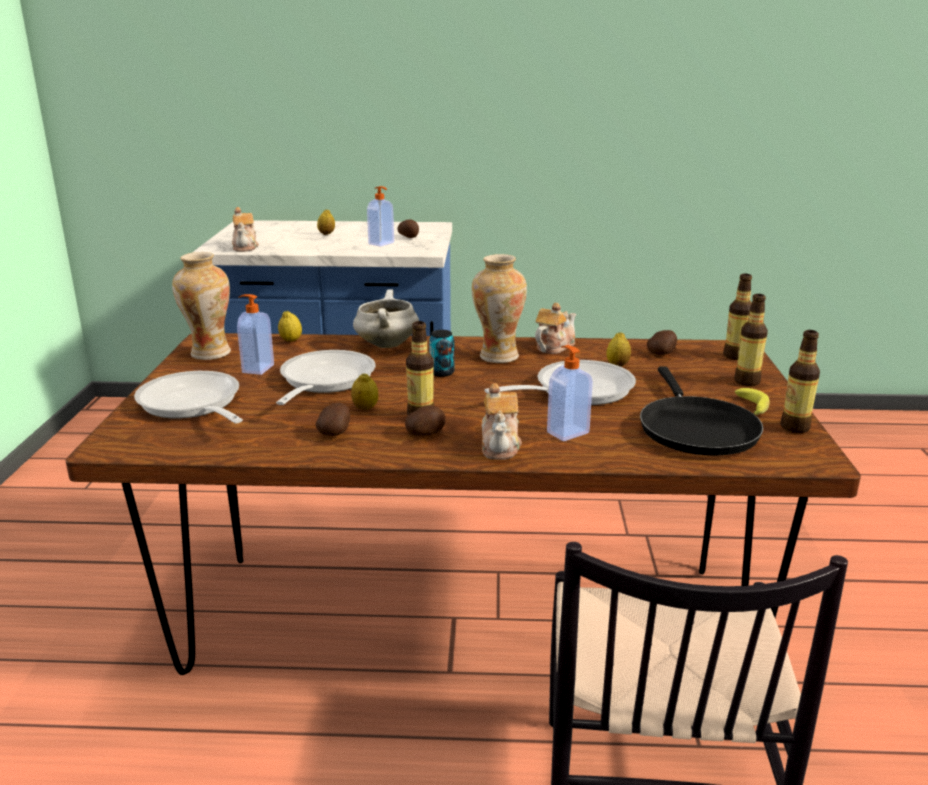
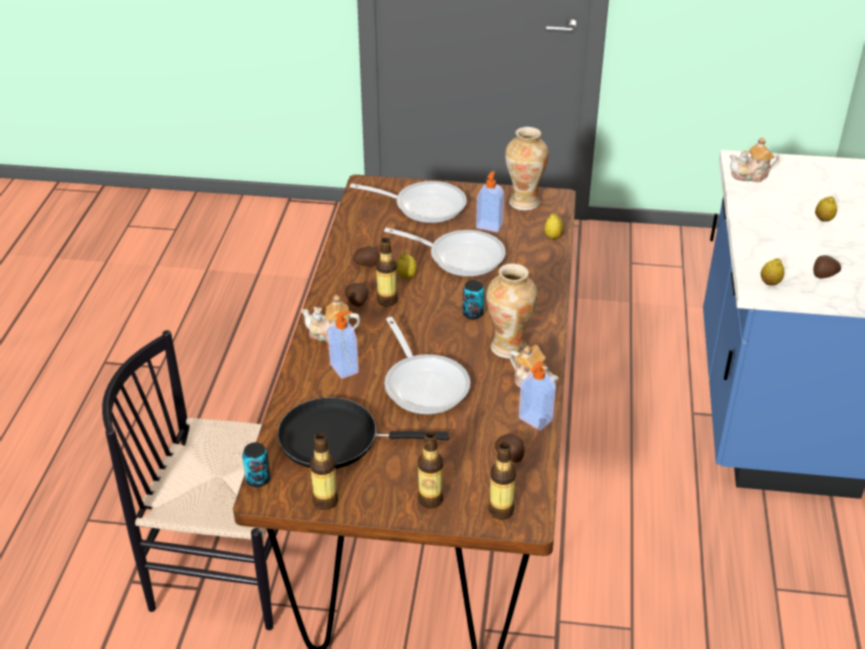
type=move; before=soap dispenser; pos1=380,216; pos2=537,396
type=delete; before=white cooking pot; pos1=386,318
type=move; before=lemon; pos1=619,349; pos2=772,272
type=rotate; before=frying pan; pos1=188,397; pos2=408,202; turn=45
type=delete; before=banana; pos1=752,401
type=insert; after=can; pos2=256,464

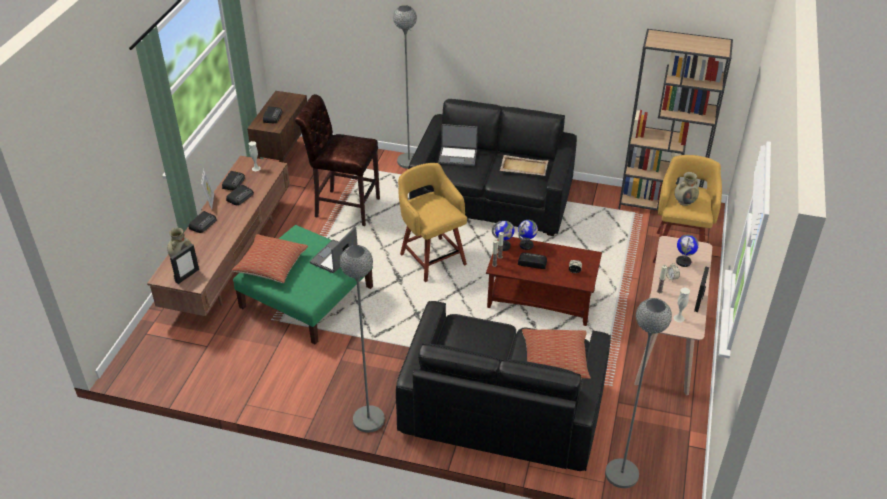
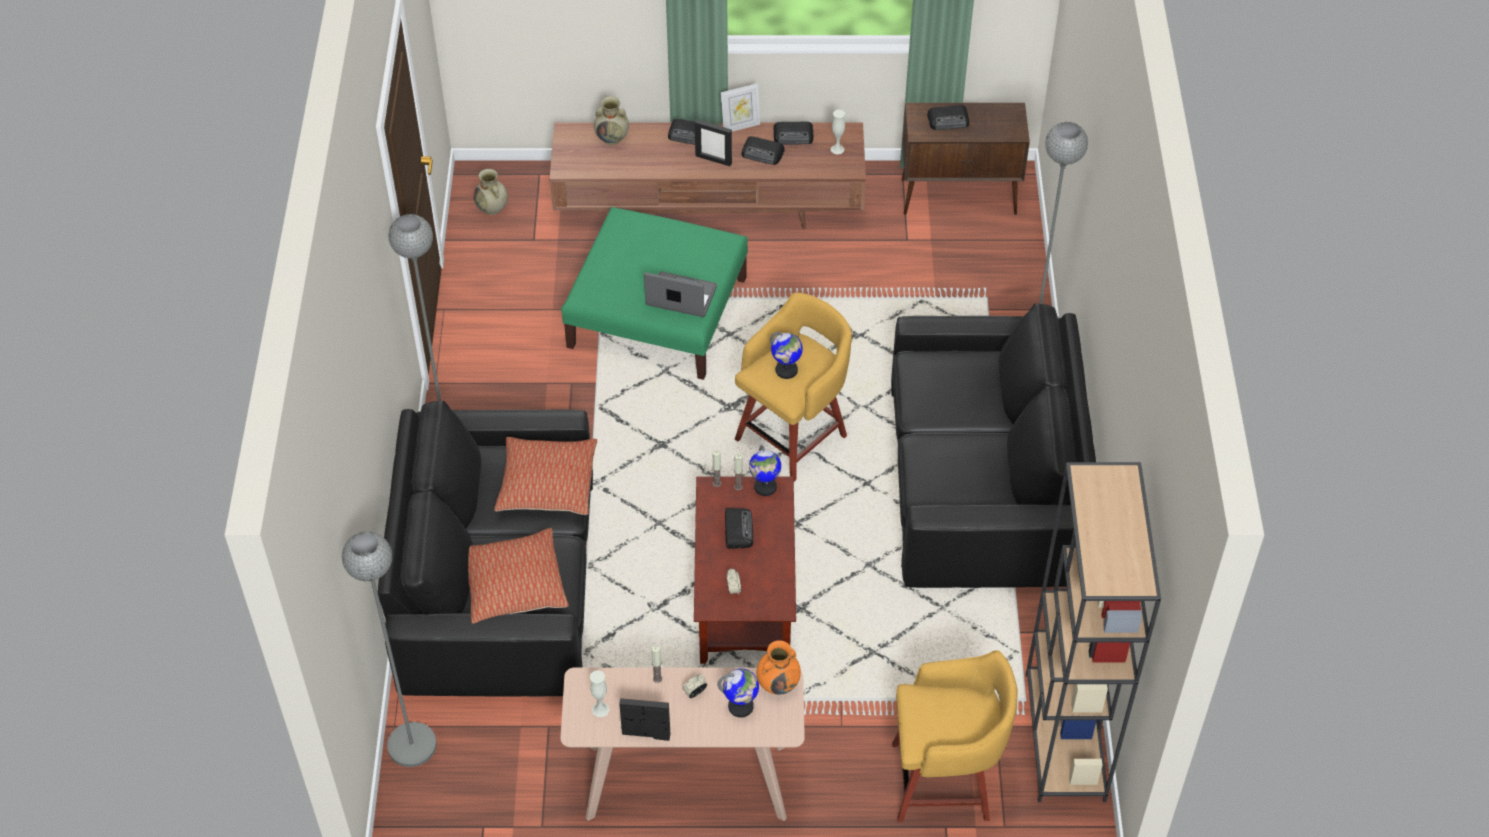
type=delete; before=brown stool; pos1=337,160
type=delete; before=laptop; pos1=458,145
type=delete; before=beige tray; pos1=524,165
type=move; before=beige vase; pos1=686,189; pos2=491,192
type=move; before=globe; pos1=528,235; pos2=786,355
type=move; before=pillow; pos1=270,258; pos2=545,476
type=move; before=picture frame; pos1=184,264; pos2=713,142
type=insert; after=orange vase; pos2=778,667

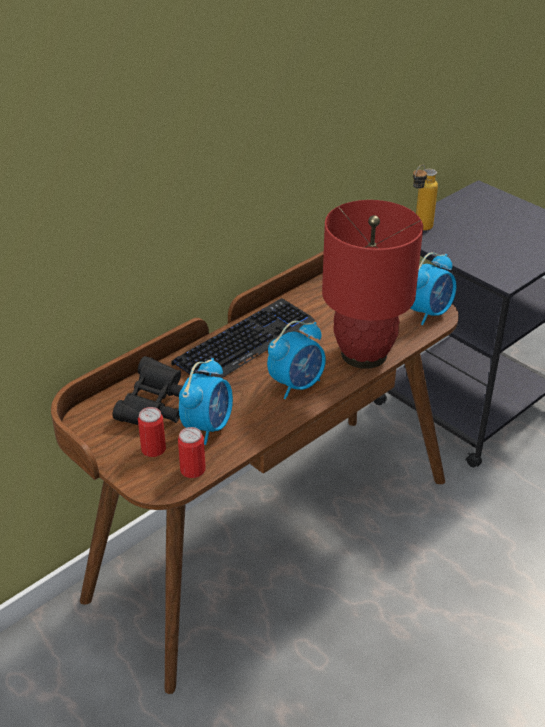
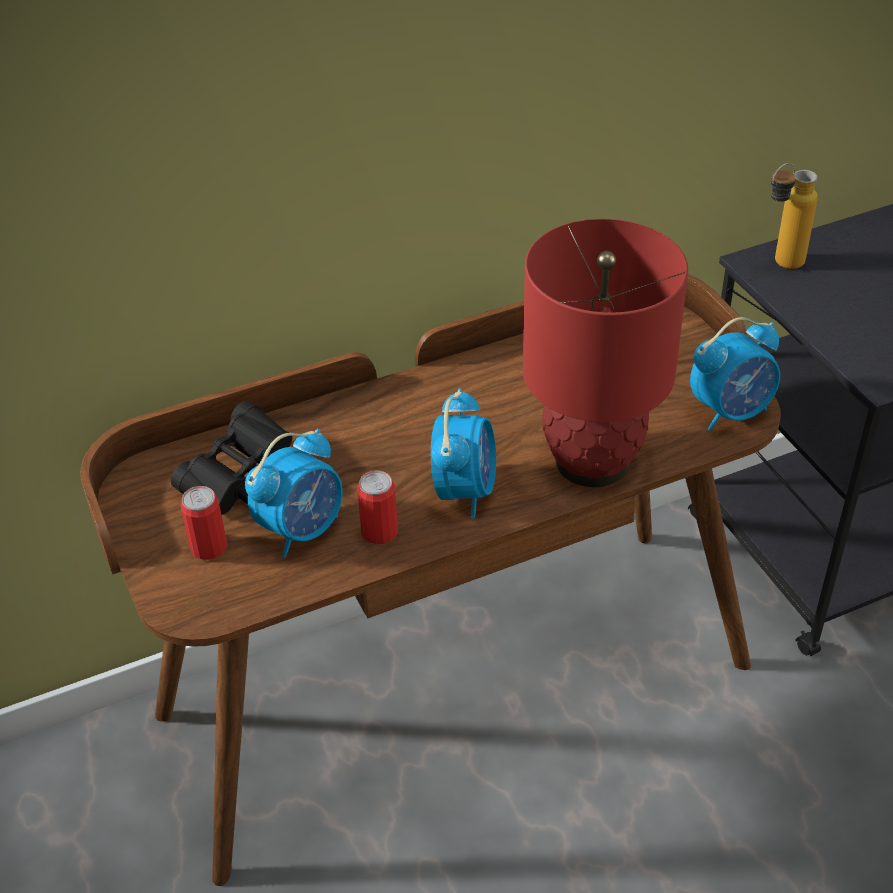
type=delete; before=keyboard; pos1=243,338
type=rotate; before=alarm clock; pos1=296,360; pos2=463,453; turn=-60
type=move; before=can; pos1=192,452; pos2=377,507

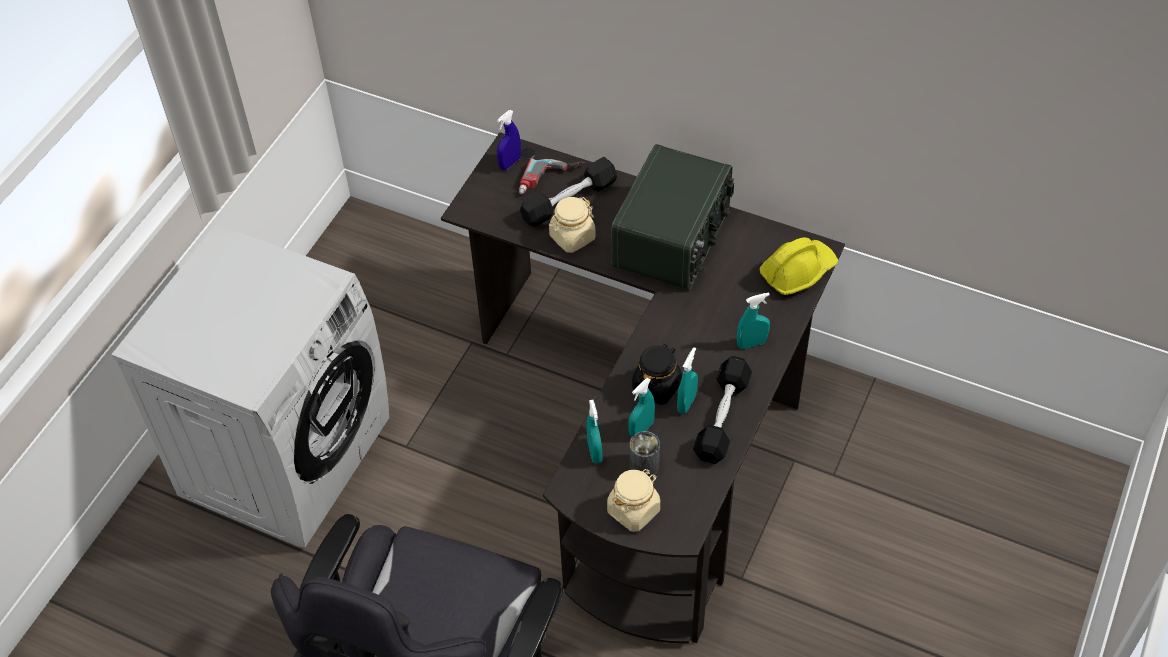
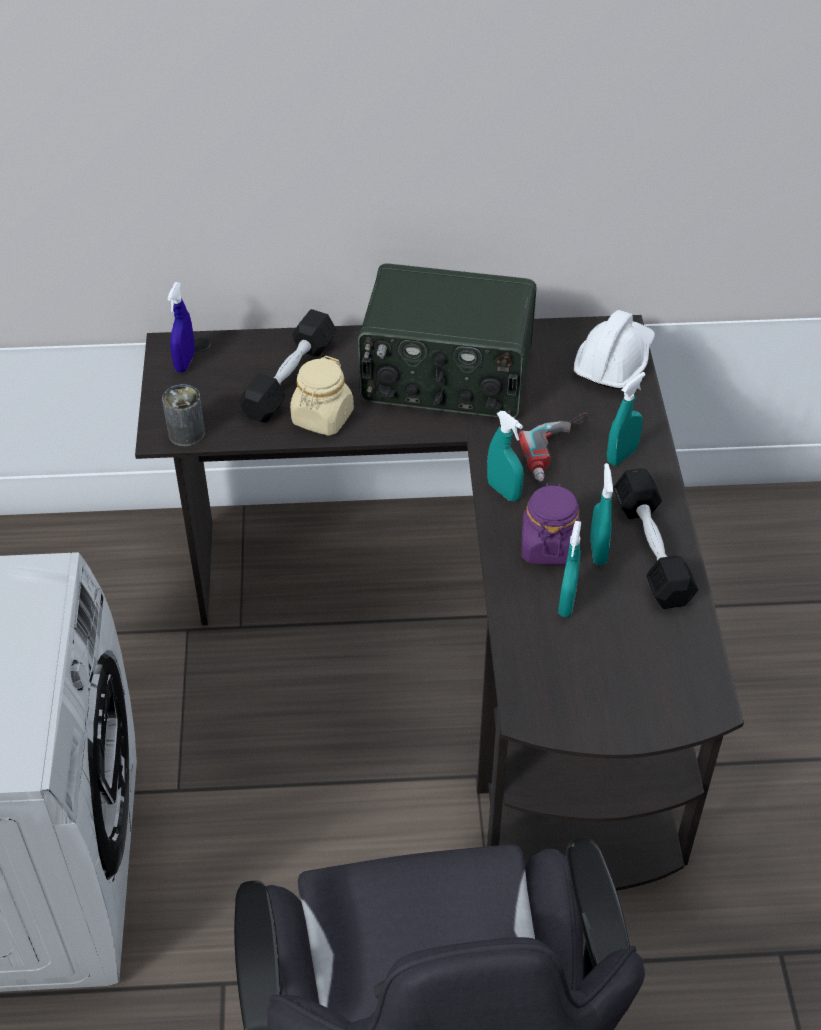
type=rotate; before=radio; pos1=672,217; pos2=447,341; turn=105
type=move; before=power drill; pos1=552,176; pos2=553,447
type=recolor; before=yellow hard hat; after=white hard hat; pos1=798,266; pos2=614,349
type=recolor; before=black jar; after=purple jar; pos1=657,374; pos2=551,524
type=move; before=turquoise spray bottle; pos1=594,432; pos2=505,456
type=move; before=can; pos1=645,454; pos2=183,415
type=delete; before=beige jar; pos1=633,500

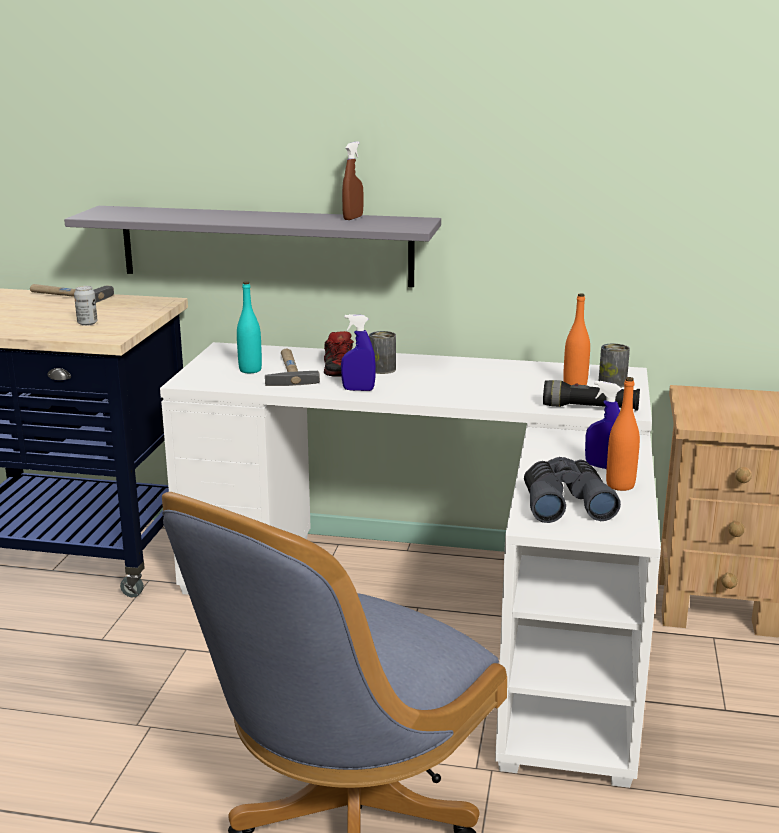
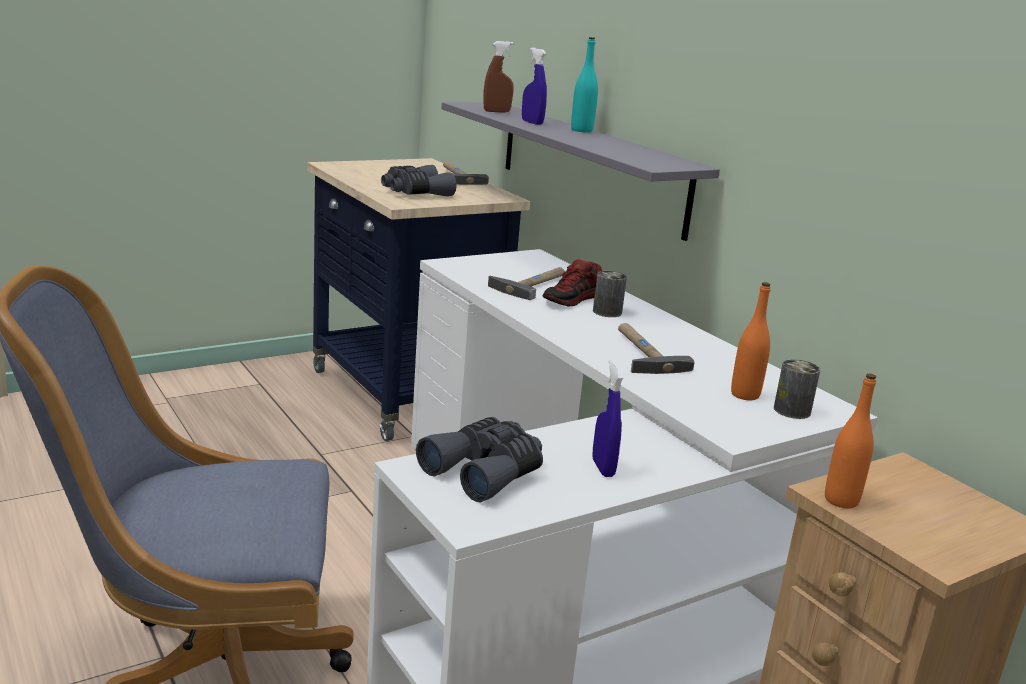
type=move; before=brown spray bottle; pos1=353,181; pos2=498,77
type=move; before=turquoise bottle; pos1=249,327; pos2=584,85
type=replace; before=can; after=grey binoculars; pos1=86,306; pos2=418,180
type=move; before=blue spray bottle; pos1=358,352; pos2=534,86
type=move; before=orange bottle; pos1=623,434; pos2=850,441
type=delete; before=black flashlight; pos1=591,395
type=insert; after=hammer; pos2=656,348

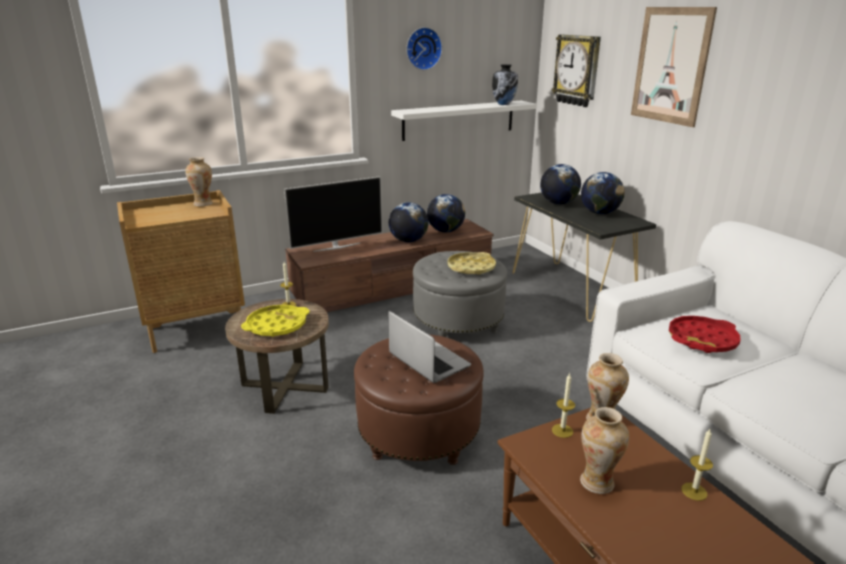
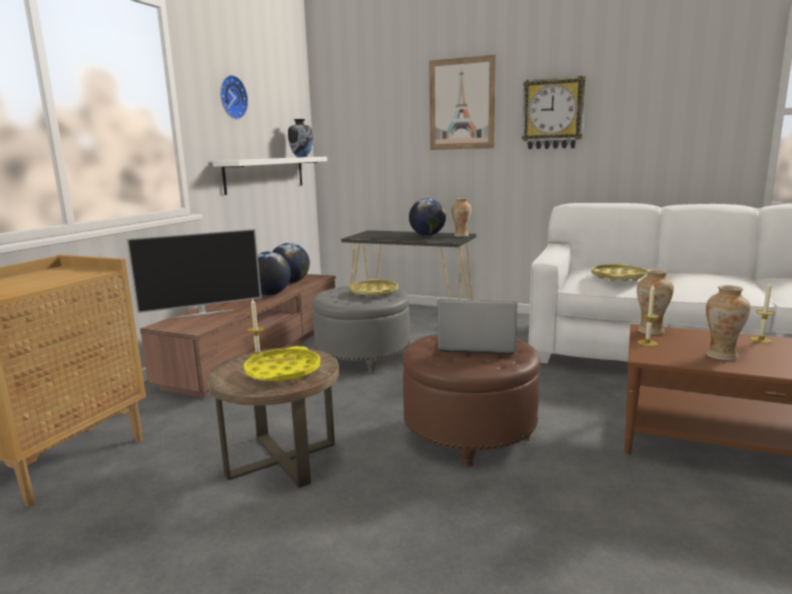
type=move; before=wall clock; pos1=576,70; pos2=554,112
type=move; before=vase; pos1=199,181; pos2=461,217
type=delete; before=globe; pos1=560,184
type=rotate; before=television; pos1=333,214; pos2=193,273; turn=45
type=recolor; before=red tray; after=yellow tray; pos1=705,334; pos2=619,273

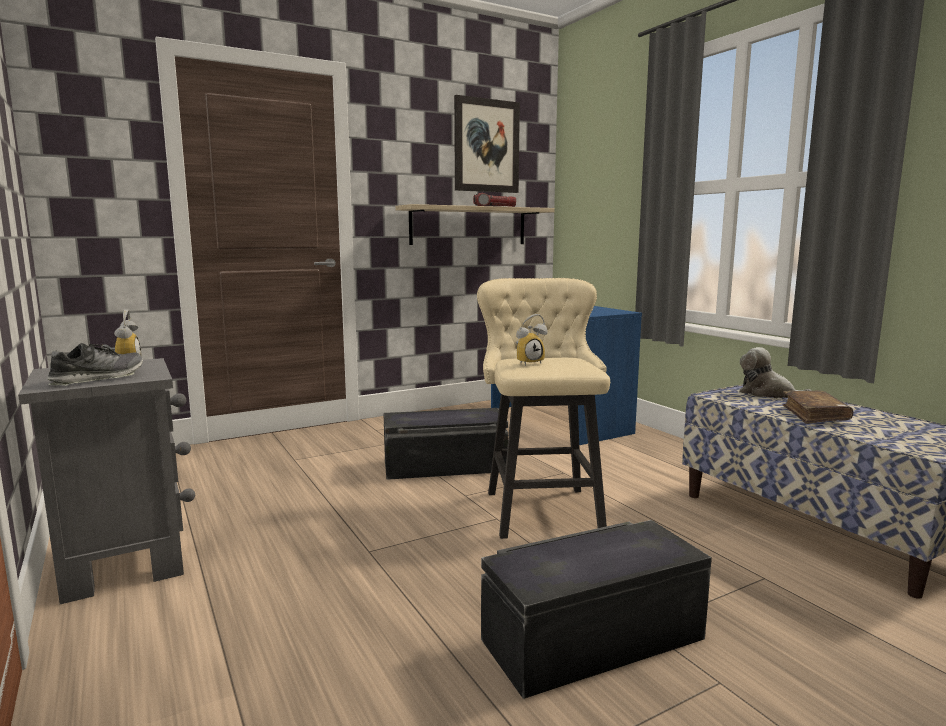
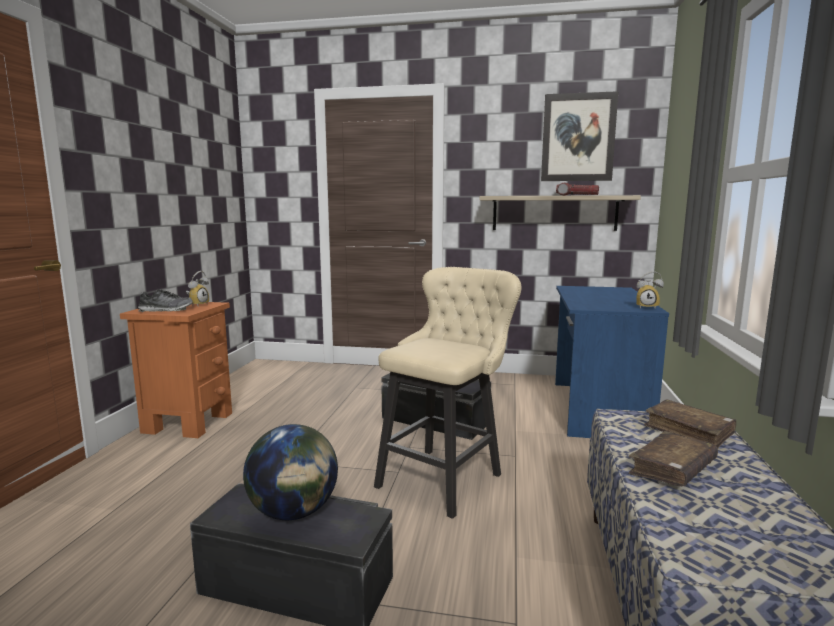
type=move; before=alarm clock; pos1=531,340; pos2=650,290
type=replace; before=plush toy; after=brown book; pos1=775,372; pos2=690,423
type=recolor; before=grey nightstand; after=orange nightstand; pos1=106,481; pos2=176,370
type=insert; after=globe; pos2=290,472

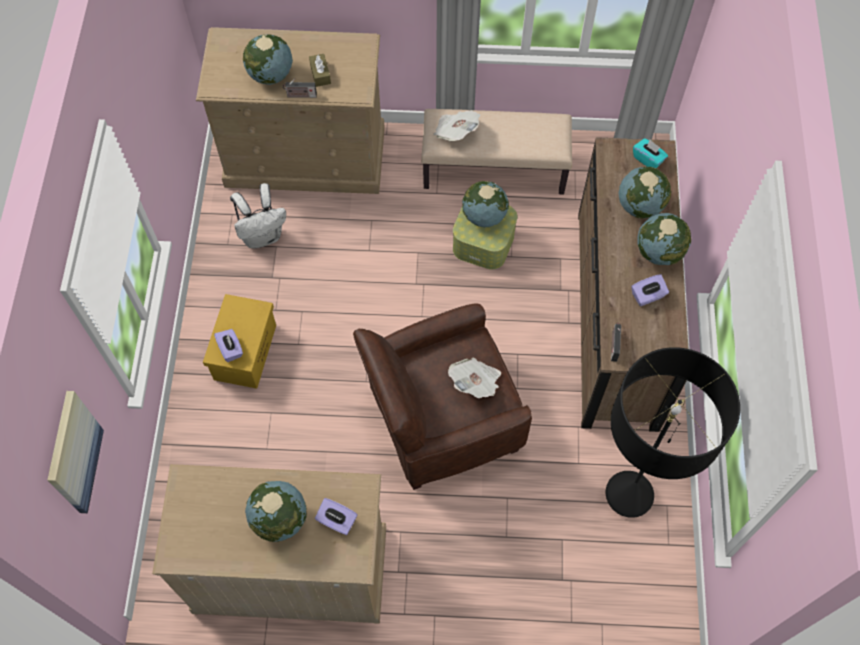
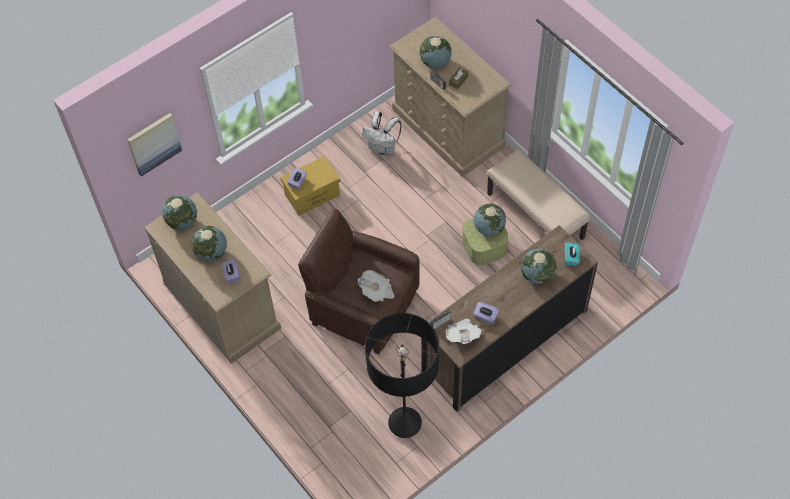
type=move; before=newspaper; pos1=456,125; pos2=464,331
type=move; before=globe; pos1=664,239; pos2=179,212

